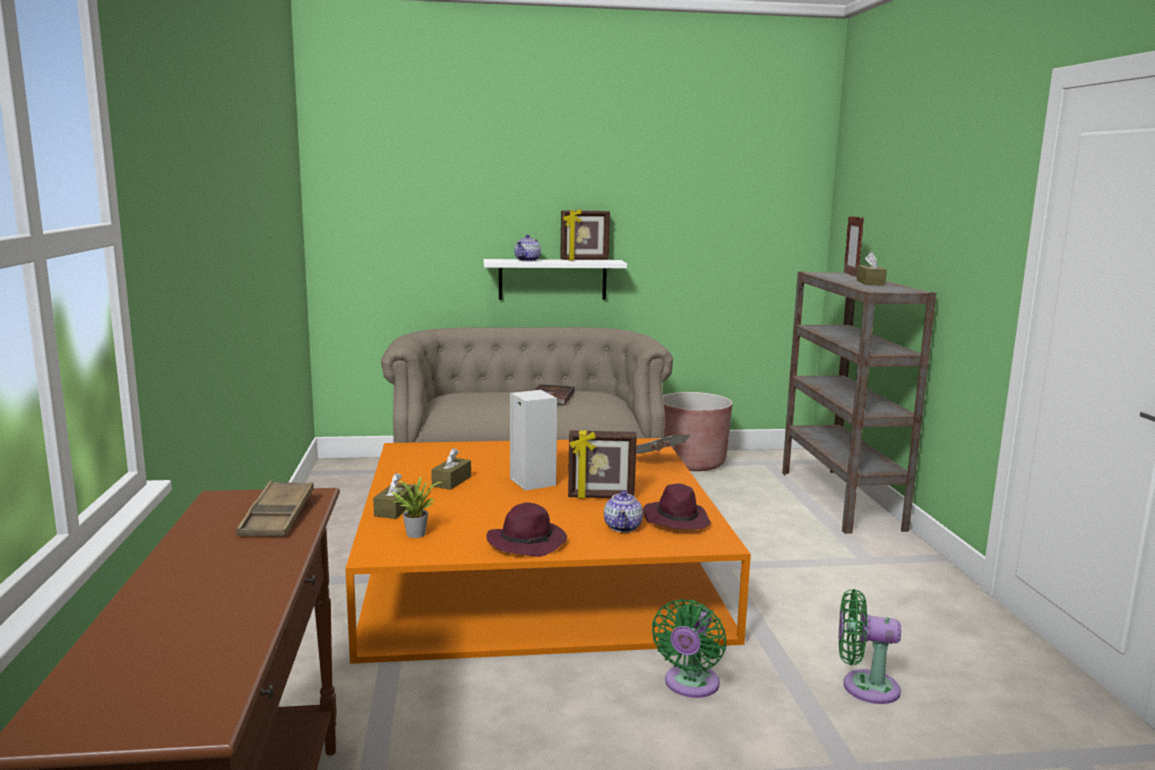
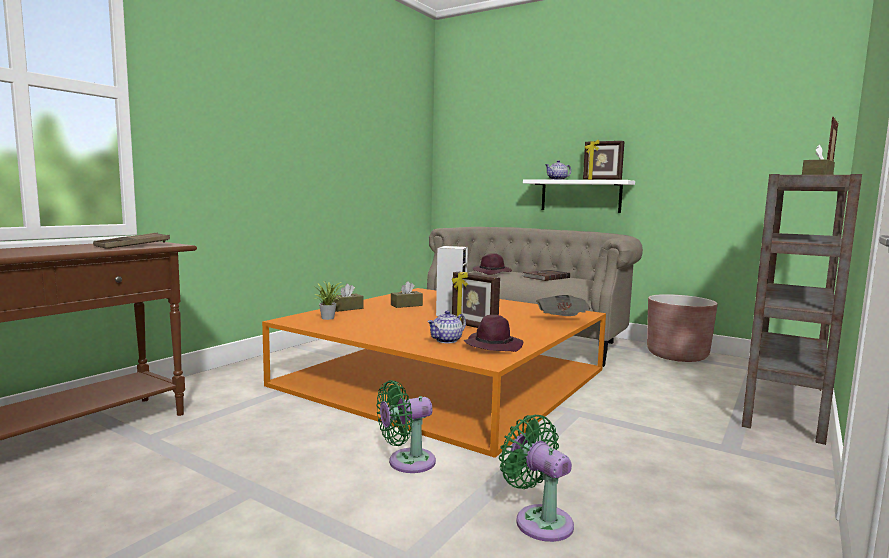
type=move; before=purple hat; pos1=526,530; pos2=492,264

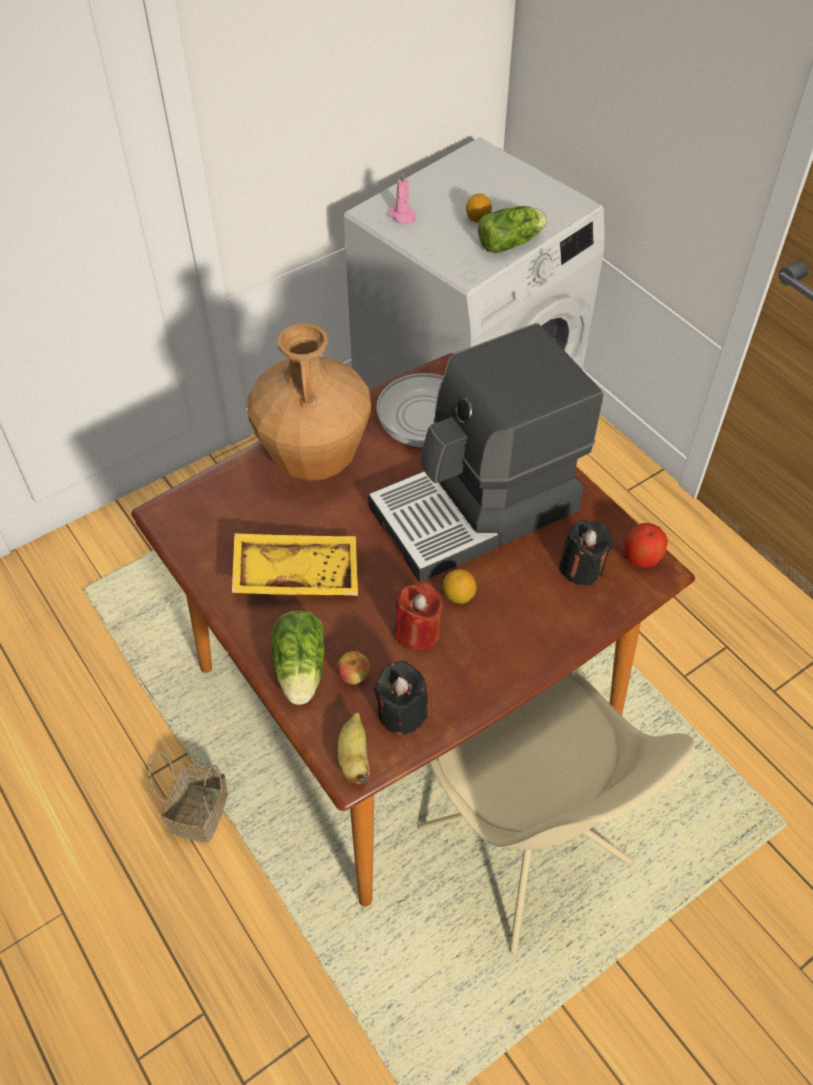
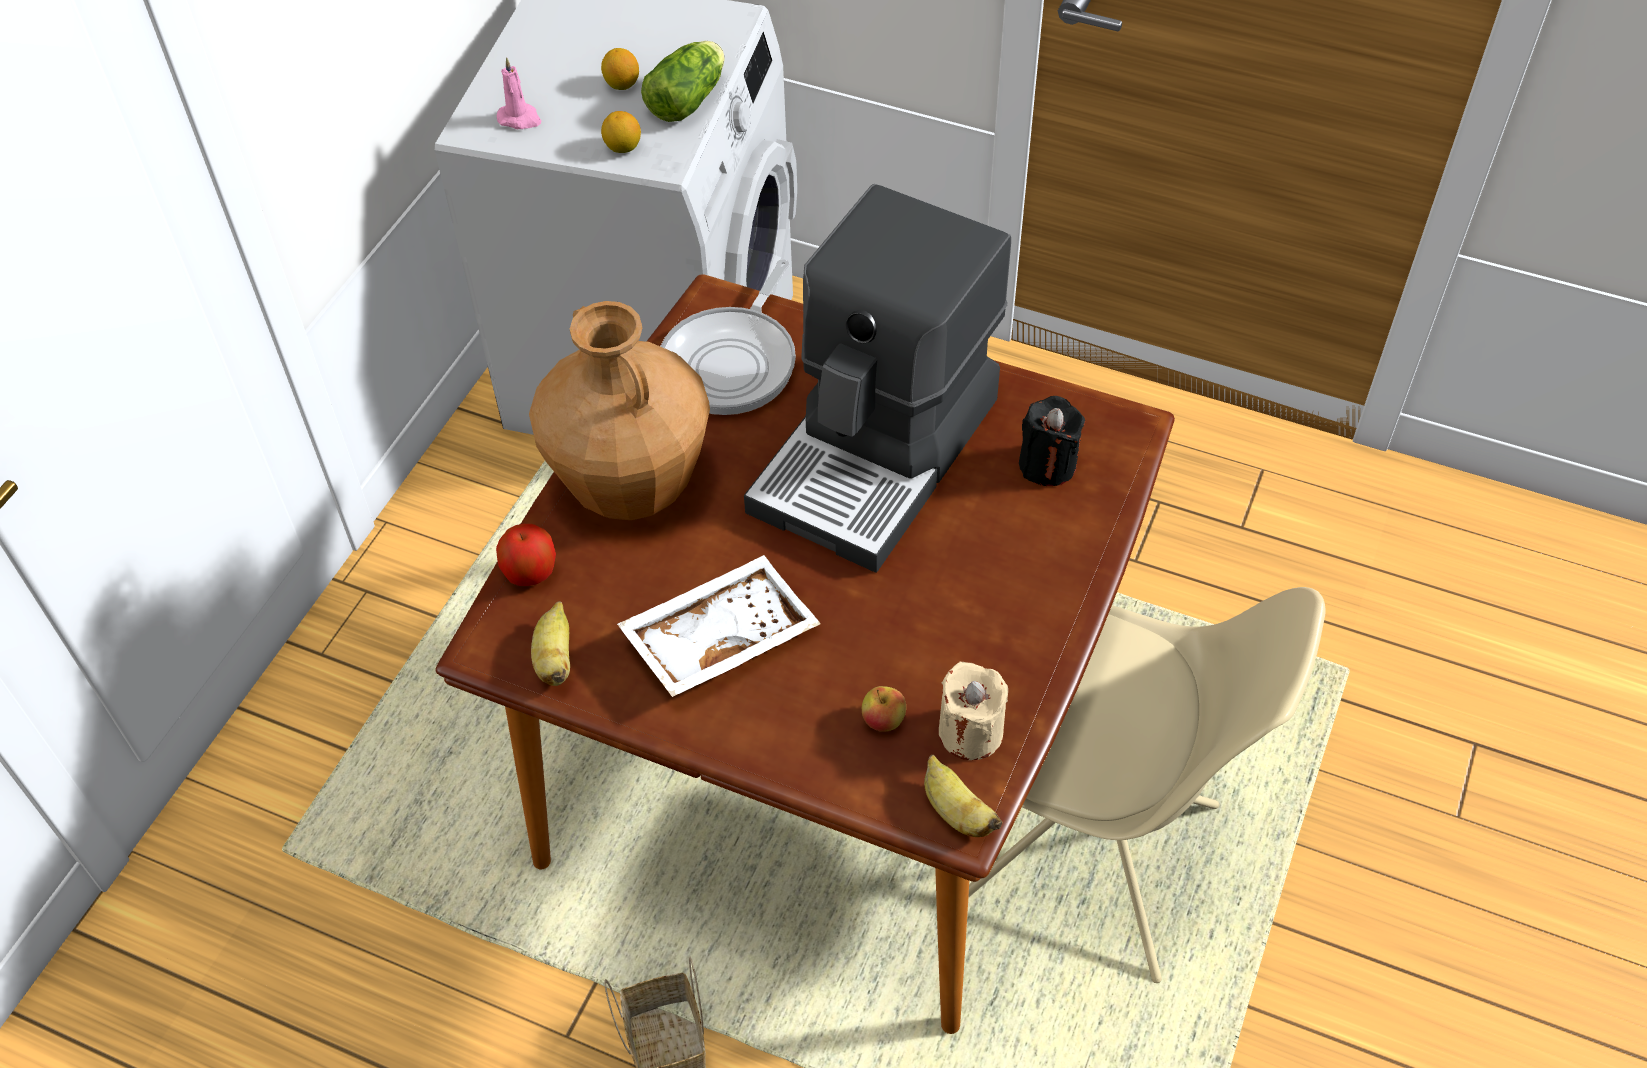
type=move; before=apple; pos1=646,545; pos2=526,555
type=recolor; before=yellow tray; after=white tray; pos1=295,564; pos2=719,626
type=move; before=lemon; pos1=460,586; pos2=621,132
type=delete; before=red candle; pos1=419,616
type=delete; before=lettuce; pos1=298,657
type=recolor; before=black candle; after=beige candle; pos1=401,698; pos2=973,711
type=insert; after=banana; pos2=550,643

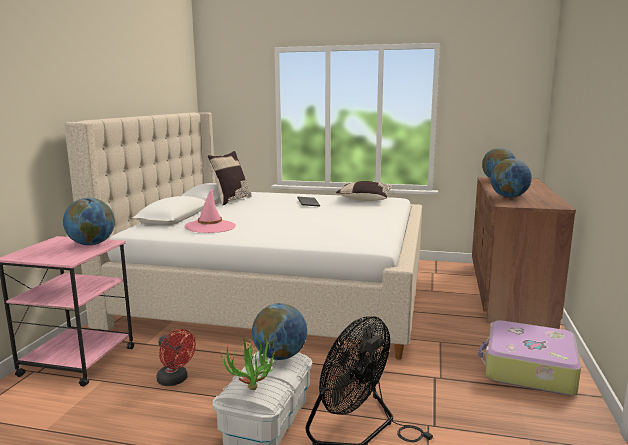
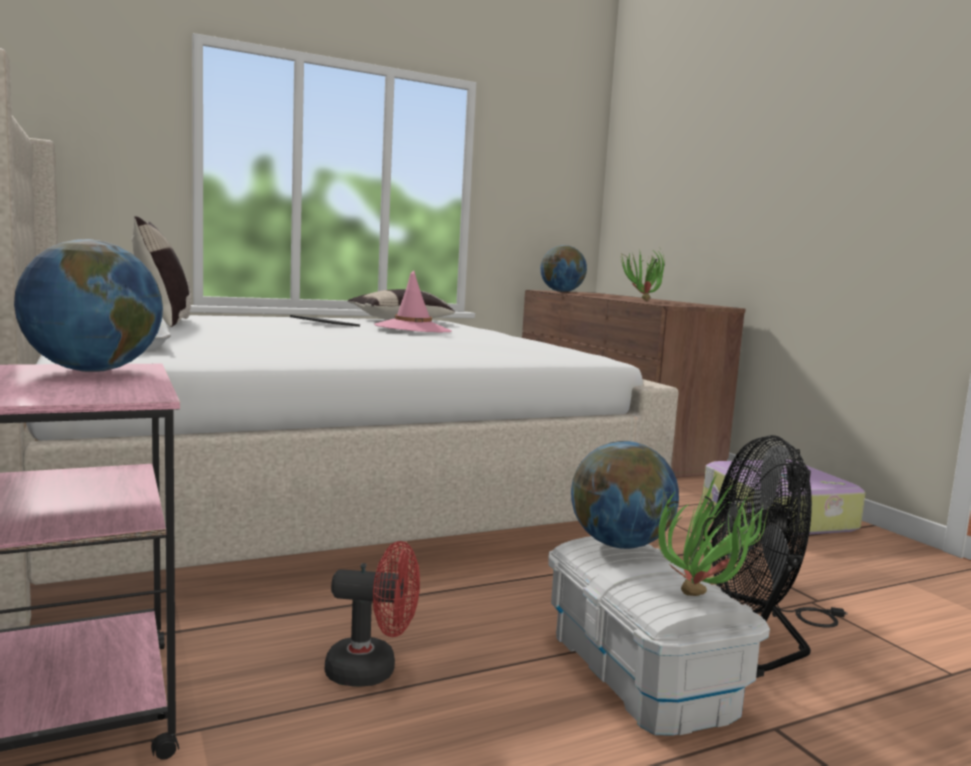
type=replace; before=globe; after=potted plant; pos1=511,178; pos2=642,275
type=move; before=pink hat; pos1=210,210; pos2=413,302

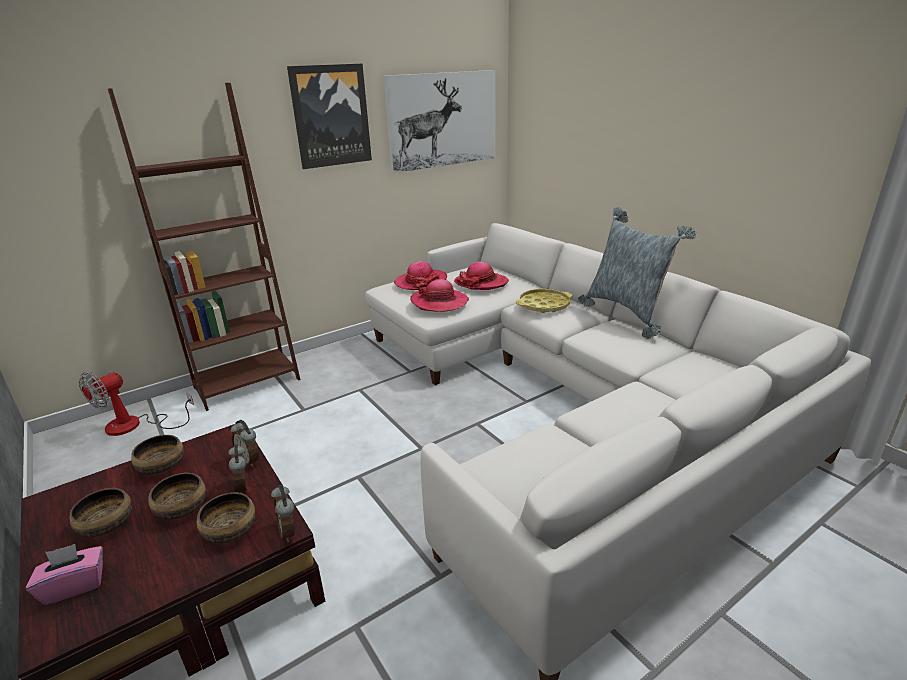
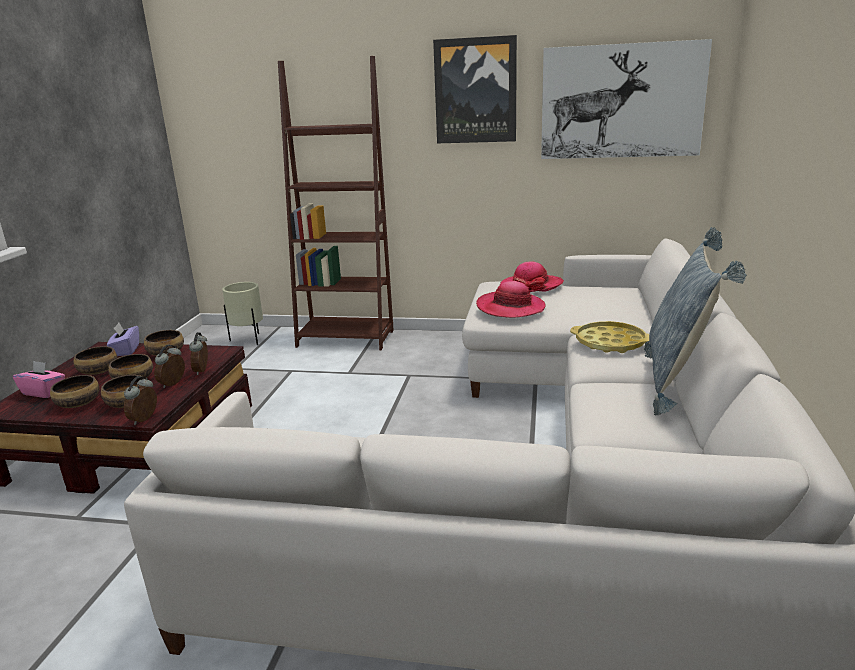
type=delete; before=hat; pos1=481,276
type=replace; before=fan; after=beige planter; pos1=136,403; pos2=242,313
type=insert; after=purple tissue box; pos2=123,339
type=insert; after=bowl; pos2=74,391

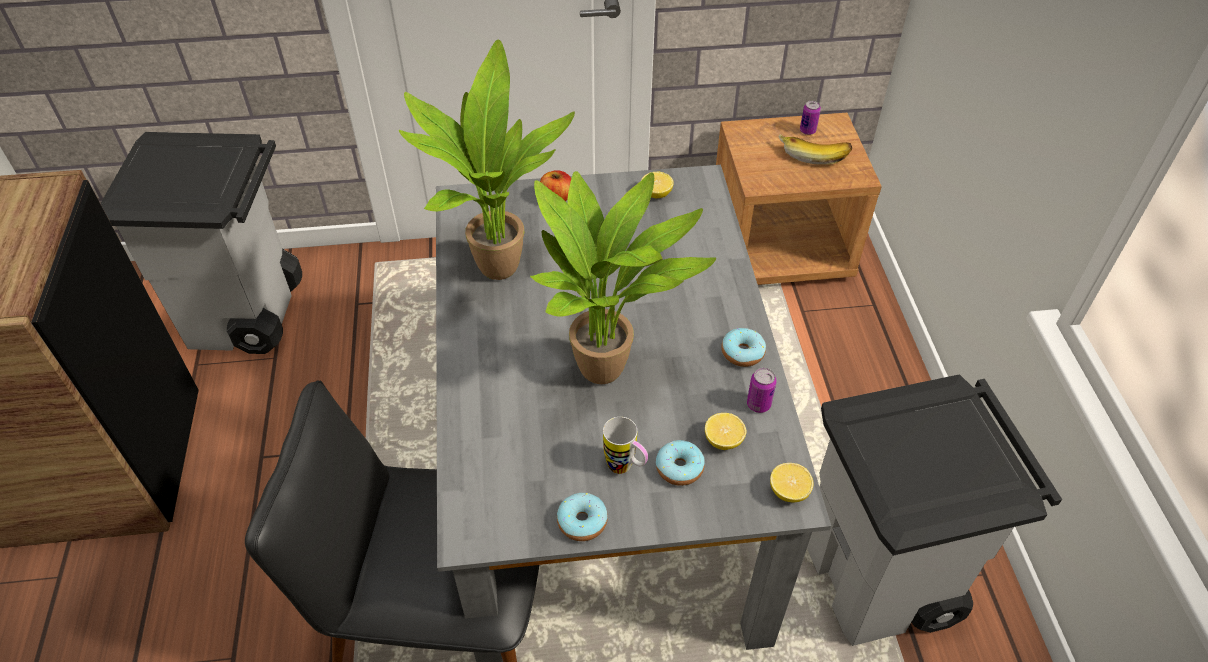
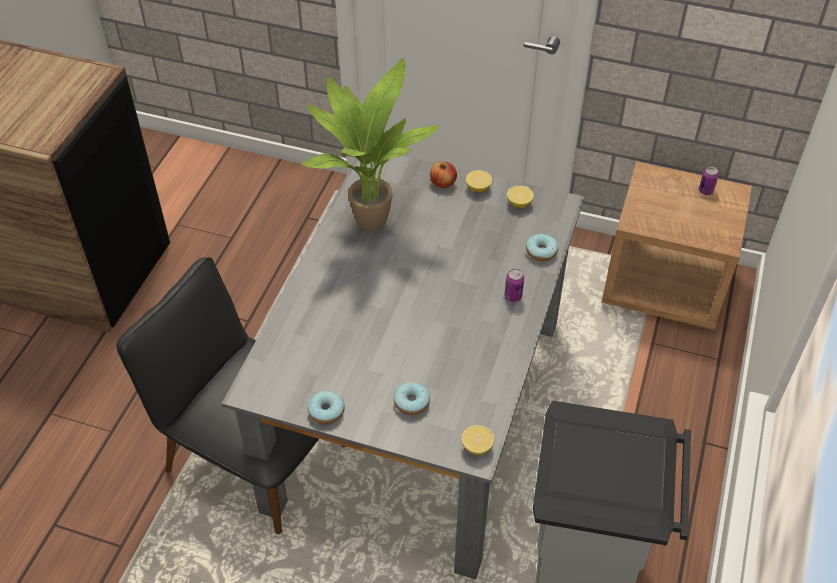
type=delete; before=grey trash can; pos1=201,243
type=delete; before=banana; pos1=815,149
type=delete; before=potted plant; pos1=623,277
type=move; before=donut; pos1=743,347; pos2=542,247
type=move; before=can; pos1=761,390; pos2=514,285
type=move; before=lemon; pos1=725,431; pos2=479,181
type=delete; before=mug; pos1=625,445

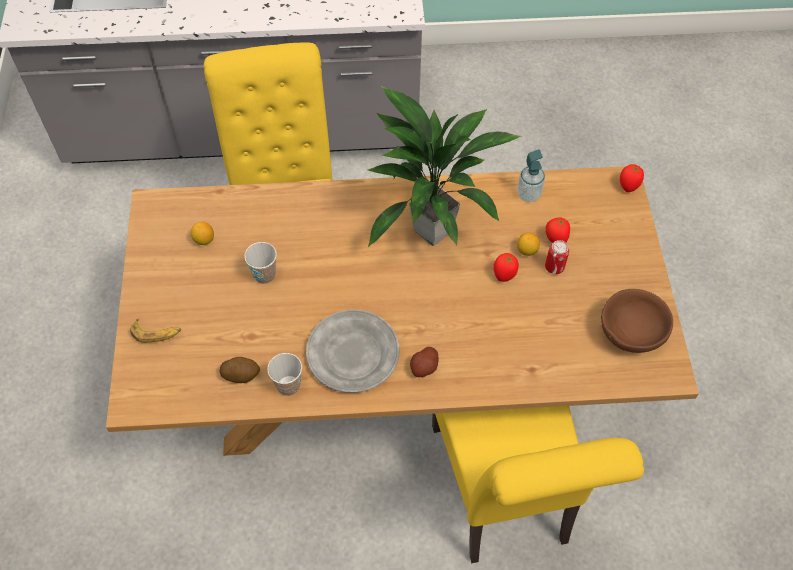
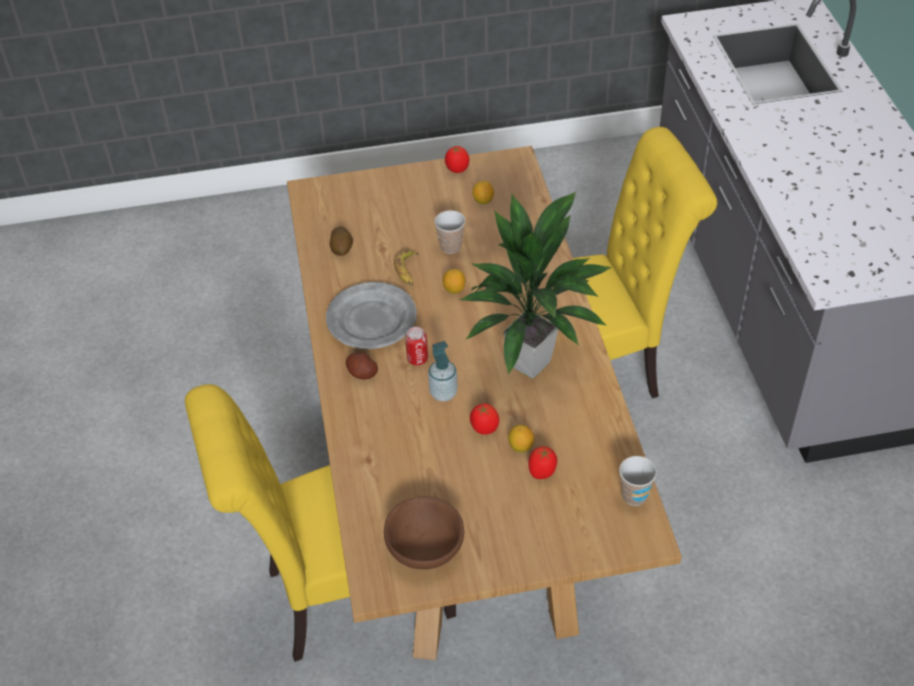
type=move; before=soap dispenser; pos1=531,175; pos2=443,371
type=move; before=tomato; pos1=632,178; pos2=457,159
type=move; before=can; pos1=557,257; pos2=416,346
type=move; before=banana; pos1=155,331; pos2=406,267
type=move; before=cup; pos1=284,374; pos2=638,481
type=insert; after=lemon; pos2=454,281

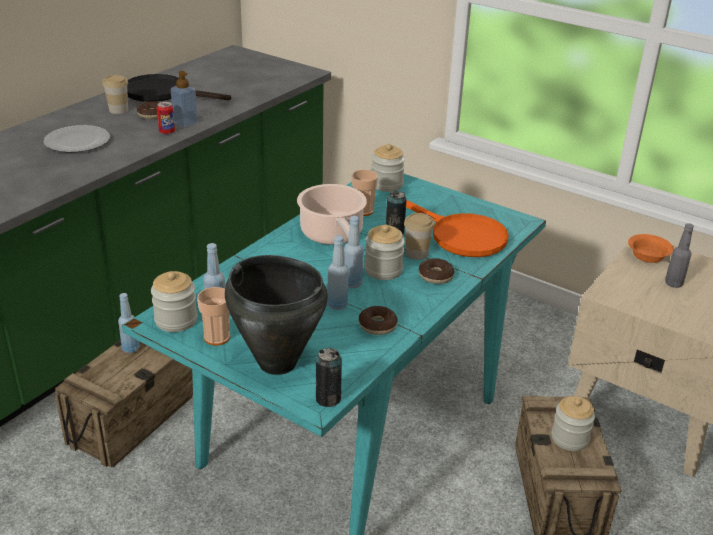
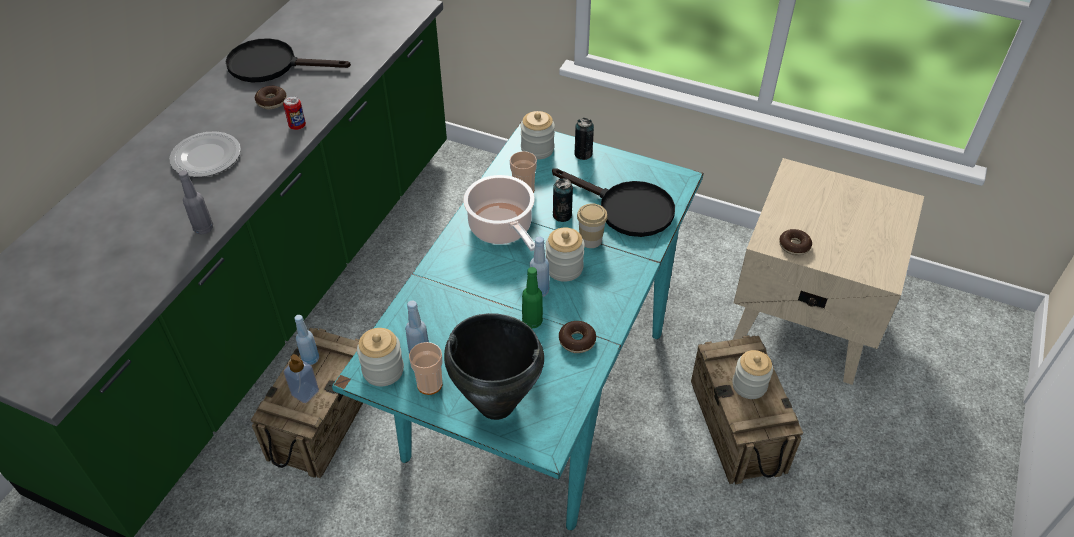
type=move; before=soap dispenser; pos1=184,99; pos2=301,378
type=delete; before=cup; pos1=115,94
type=recolor; before=orange frying pan; after=black frying pan; pos1=457,228; pos2=613,202
type=move; before=grey bottle; pos1=679,255; pos2=195,202
type=delete; before=orange bowl; pos1=651,248
type=recolor; before=blue bottle; after=green bottle; pos1=338,272; pos2=532,297
type=move; before=donut; pos1=436,271; pos2=795,242
type=move; before=can; pos1=329,377; pos2=584,139

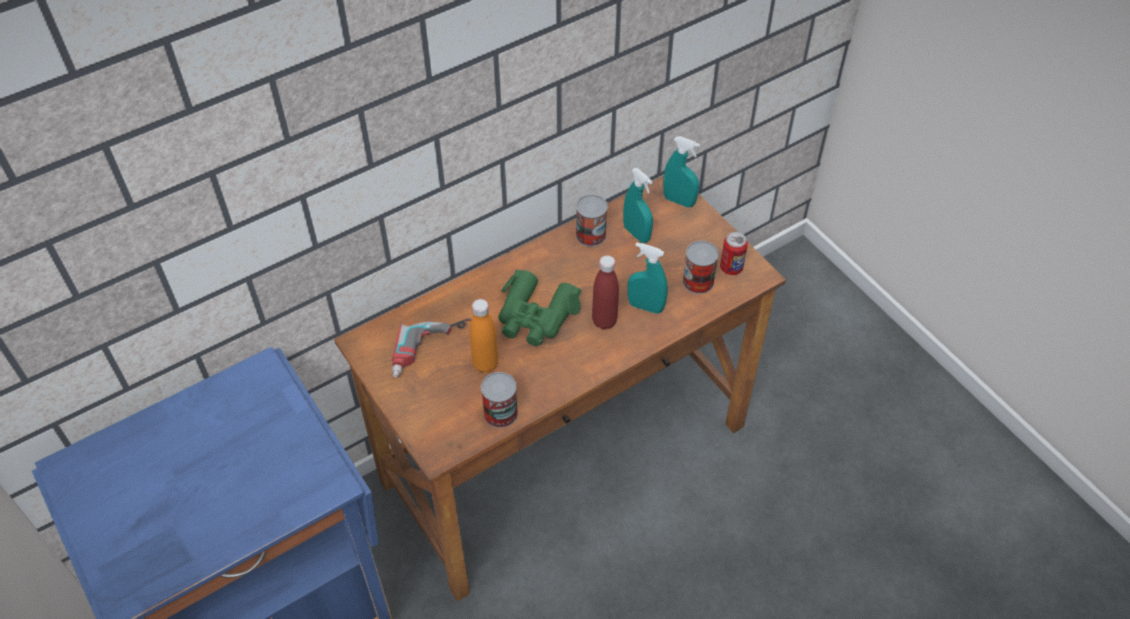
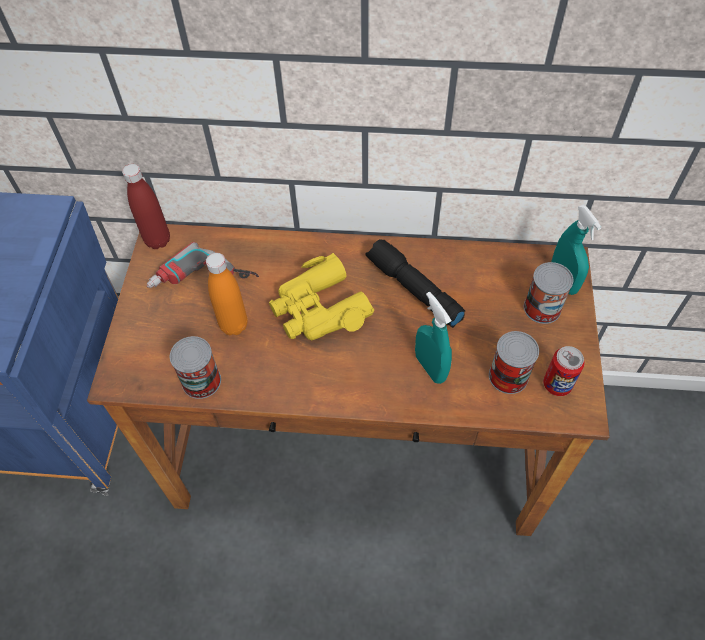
type=delete; before=turquoise spray bottle; pos1=638,205
type=move; before=can; pos1=592,221; pos2=548,293
type=move; before=red bottle; pos1=605,292; pos2=146,206
type=recolor; before=green binoculars; after=yellow binoculars; pos1=539,308; pos2=321,296
type=insert; after=black flashlight; pos2=415,283

